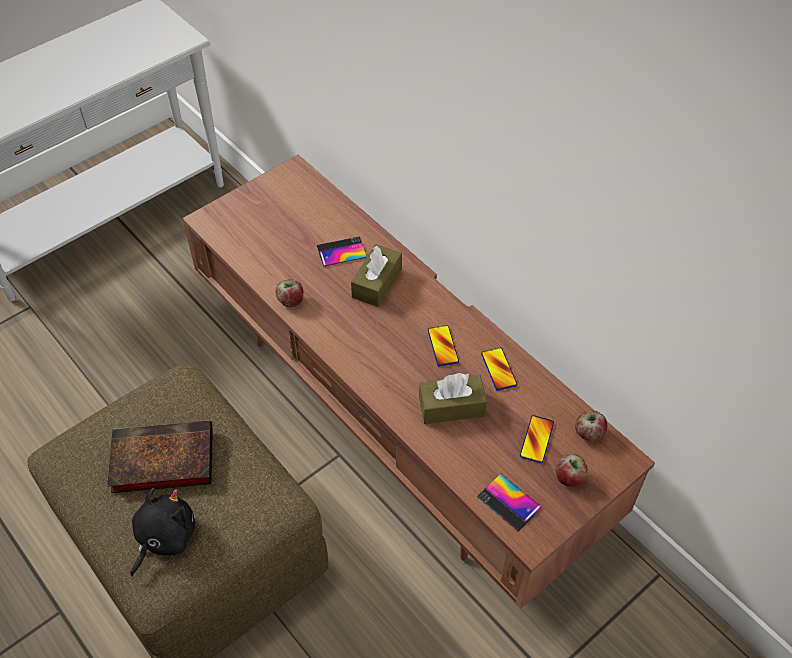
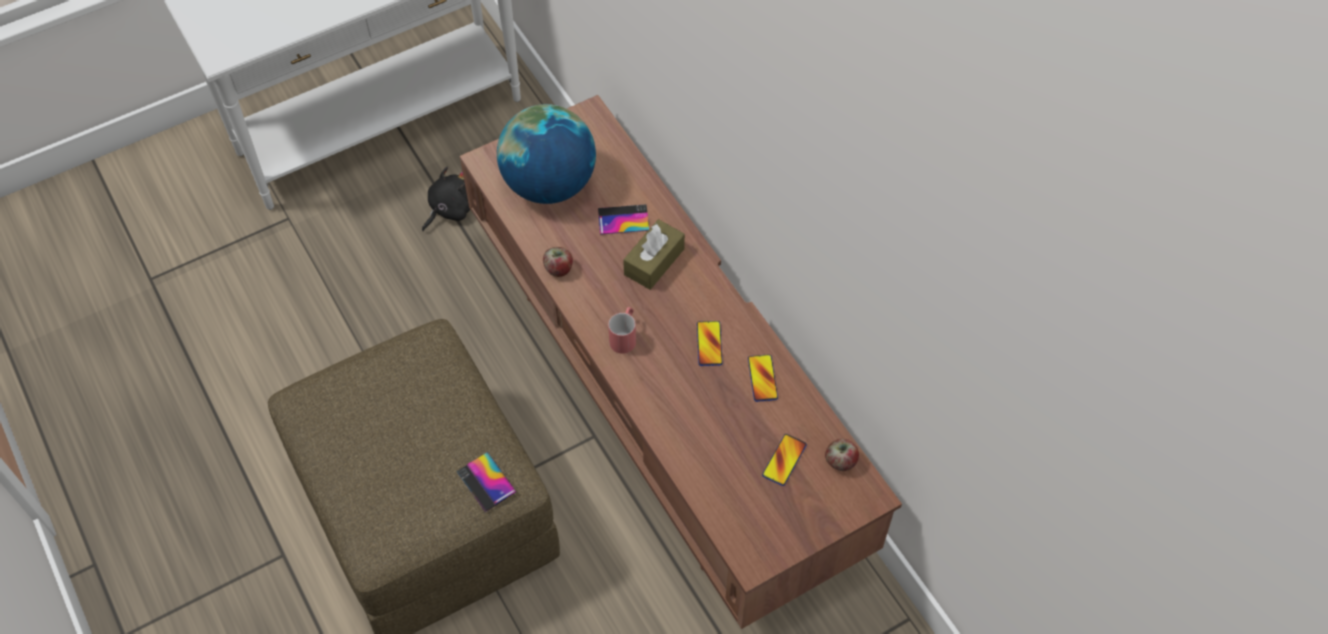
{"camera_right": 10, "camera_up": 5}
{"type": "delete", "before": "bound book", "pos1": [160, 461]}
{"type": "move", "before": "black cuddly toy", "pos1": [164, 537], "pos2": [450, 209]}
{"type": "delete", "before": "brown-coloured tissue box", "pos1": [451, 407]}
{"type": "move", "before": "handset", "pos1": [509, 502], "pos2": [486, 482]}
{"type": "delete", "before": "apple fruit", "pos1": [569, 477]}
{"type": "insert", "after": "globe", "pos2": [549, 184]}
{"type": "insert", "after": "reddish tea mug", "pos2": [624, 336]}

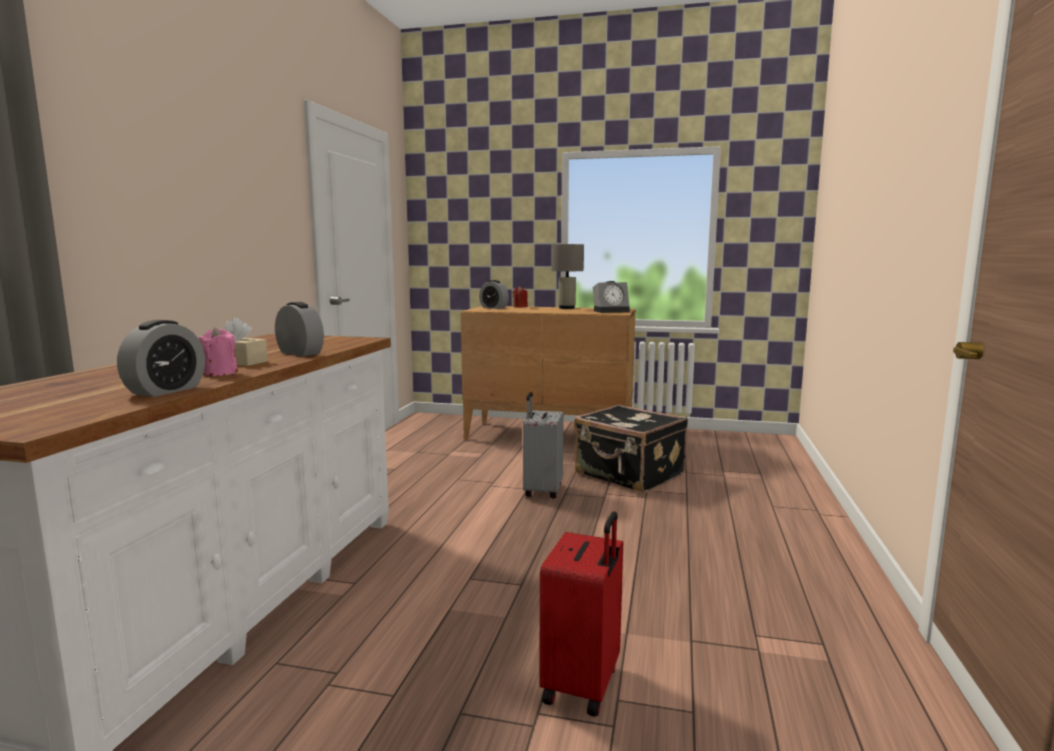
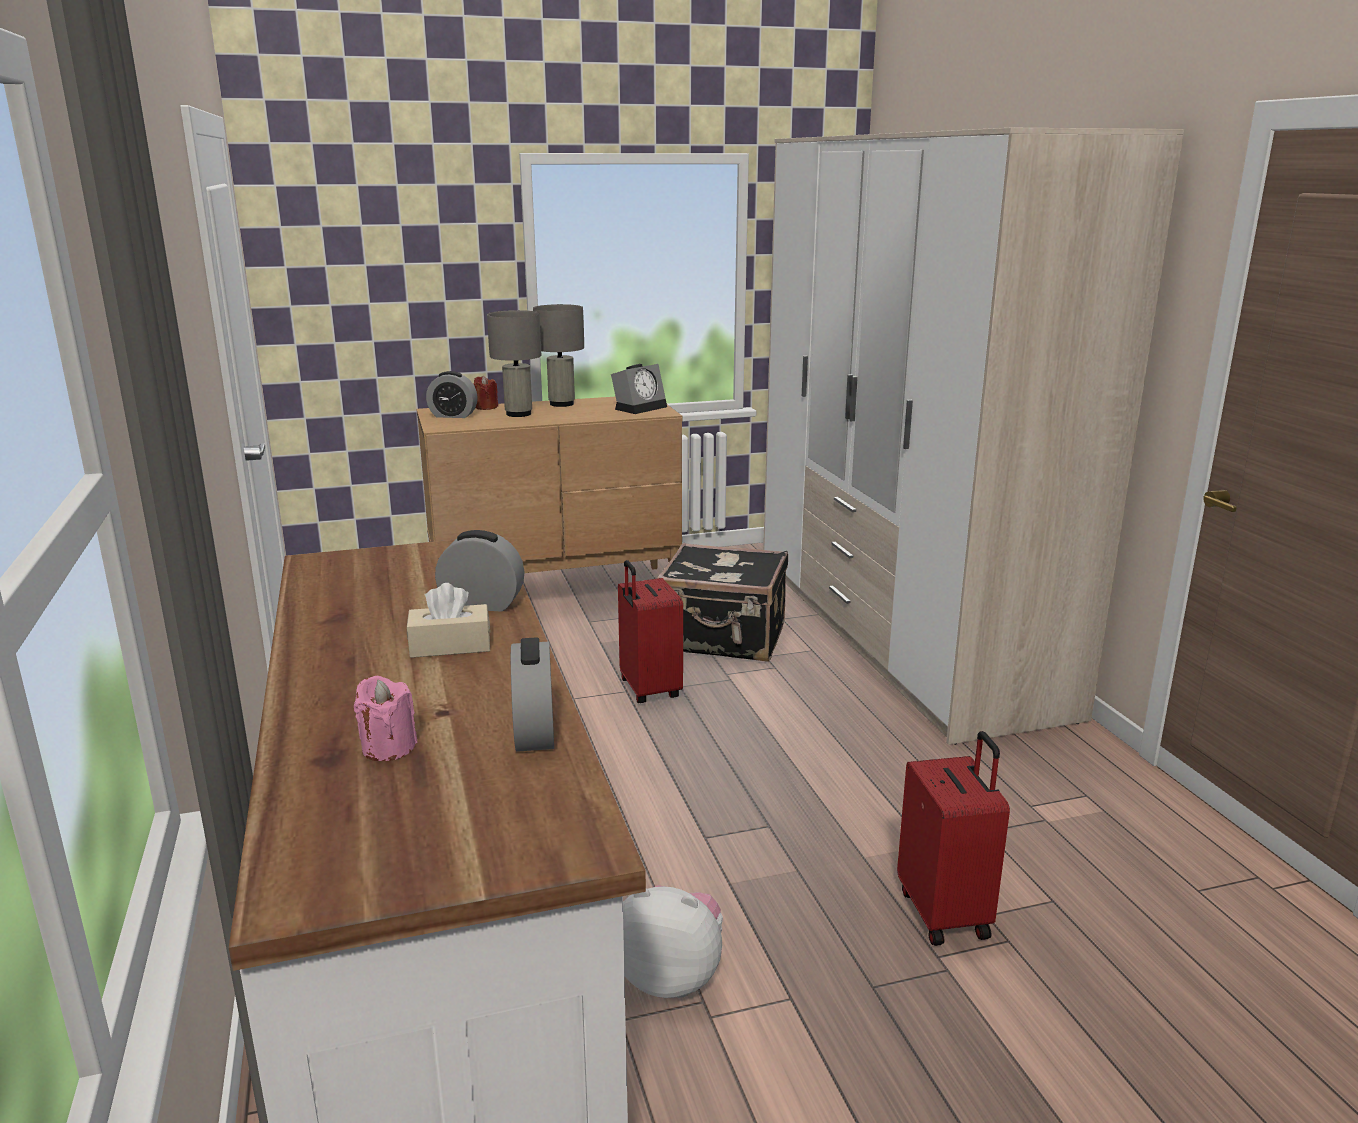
{"camera_right": -30, "camera_up": 10}
{"type": "move", "before": "pink-coloured wax light", "pos1": [220, 373], "pos2": [388, 747]}
{"type": "recolor", "before": "greyish piece of luggage", "after": "reddish piece of luggage", "pos1": [542, 491], "pos2": [648, 690]}
{"type": "insert", "after": "greyish lamp for a table", "pos2": [518, 414]}
{"type": "insert", "after": "cuddly toy", "pos2": [671, 977]}
{"type": "insert", "after": "wardrobe", "pos2": [899, 632]}

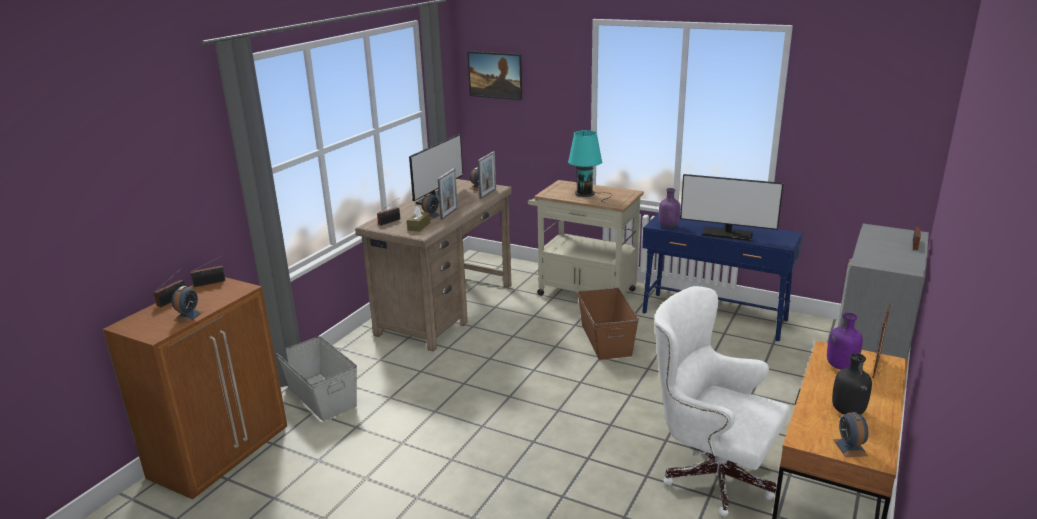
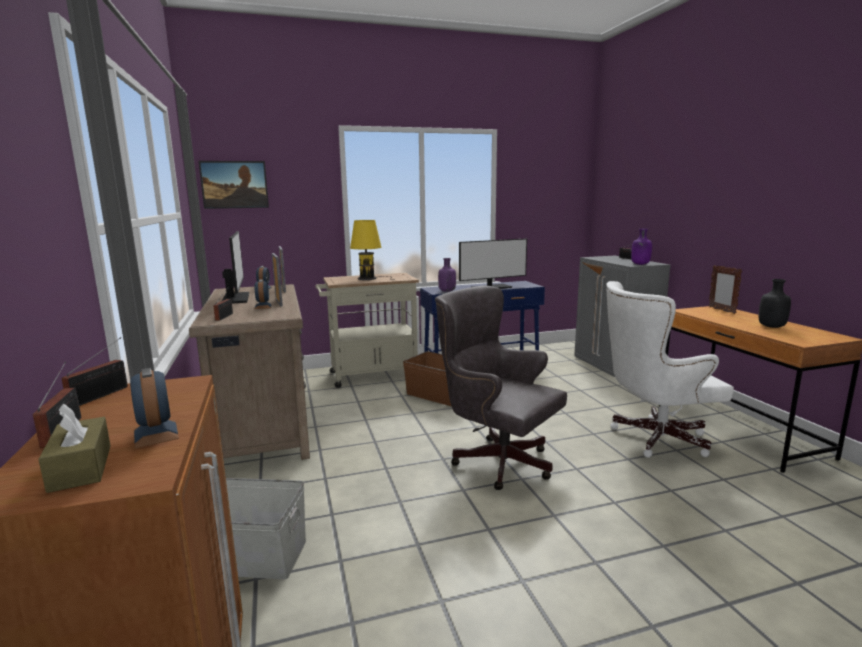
{"camera_right": -45, "camera_up": -10}
{"type": "move", "before": "brown-coloured tissue box", "pos1": [419, 226], "pos2": [81, 468]}
{"type": "recolor", "before": "turquoise lamp for a table", "after": "yellow-coloured lamp for a table", "pos1": [587, 194], "pos2": [369, 278]}
{"type": "move", "before": "purple-coloured drink bottle", "pos1": [840, 366], "pos2": [640, 264]}
{"type": "delete", "before": "bedside clock", "pos1": [850, 447]}
{"type": "insert", "after": "greyish office chair", "pos2": [497, 461]}

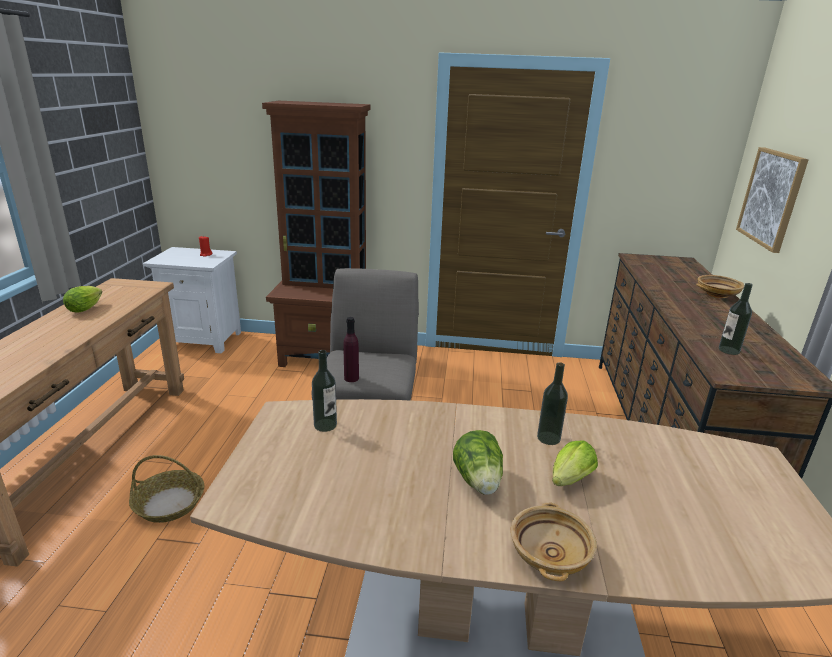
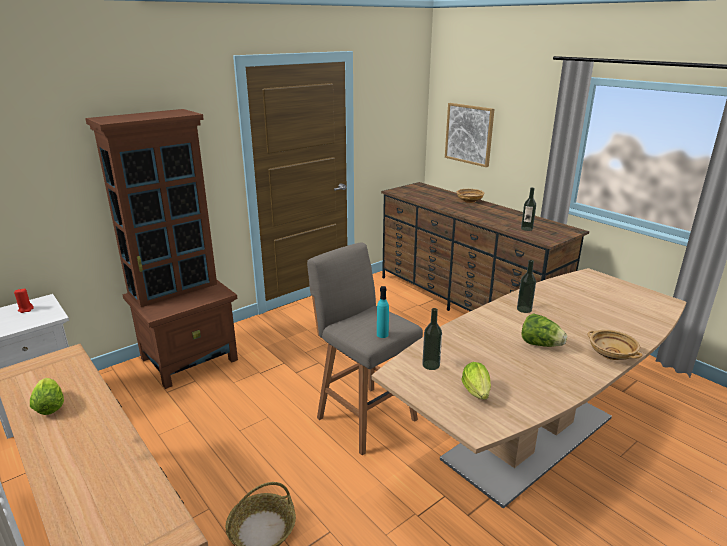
{"camera_right": -45, "camera_up": 0}
{"type": "recolor", "before": "purple-coloured drink bottle", "after": "turquoise drink bottle", "pos1": [351, 378], "pos2": [382, 334]}
{"type": "move", "before": "head of lettuce", "pos1": [568, 481], "pos2": [477, 394]}

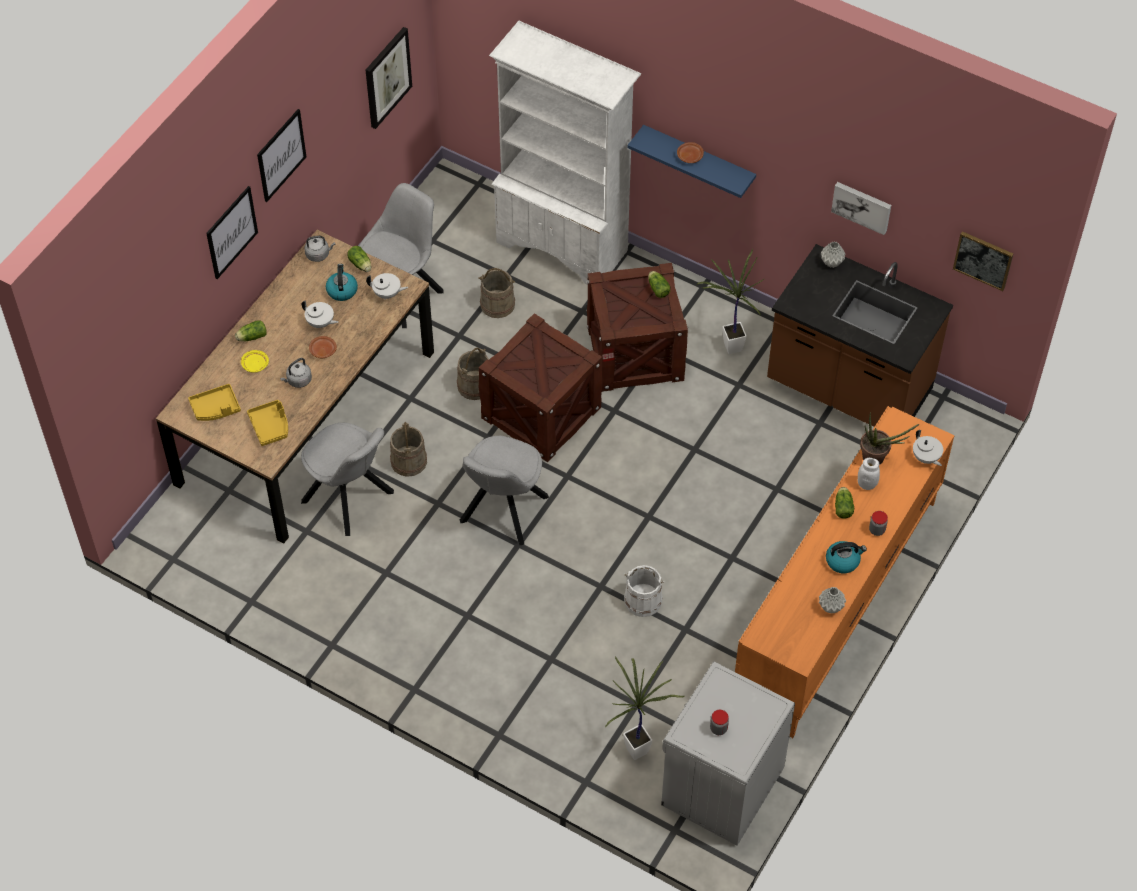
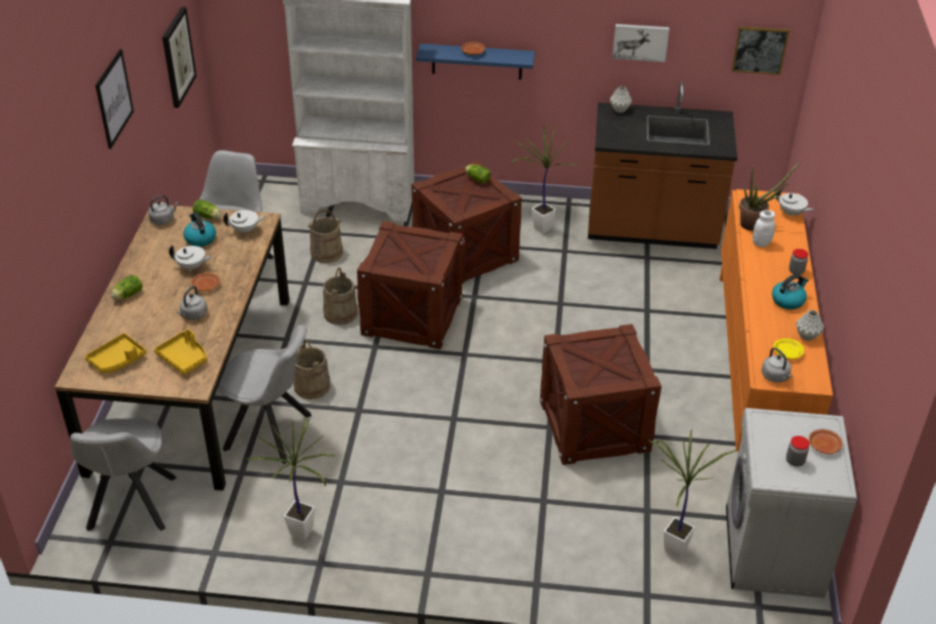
{"camera_right": -25, "camera_up": -15}
{"type": "delete", "before": "wall picture", "pos1": [231, 232]}
{"type": "move", "before": "yellow-coloured dinner plate", "pos1": [254, 364], "pos2": [787, 353]}
{"type": "move", "before": "greyish chair", "pos1": [503, 511], "pos2": [131, 505]}
{"type": "replace", "before": "white-coloured bucket", "after": "shipping crate", "pos1": [643, 600], "pos2": [594, 426]}
{"type": "delete", "before": "head of lettuce", "pos1": [843, 506]}
{"type": "insert", "after": "plant in a pot", "pos2": [304, 536]}
{"type": "insert", "after": "greyish kettle", "pos2": [775, 377]}
{"type": "insert", "after": "brown-coloured dinner plate", "pos2": [824, 445]}

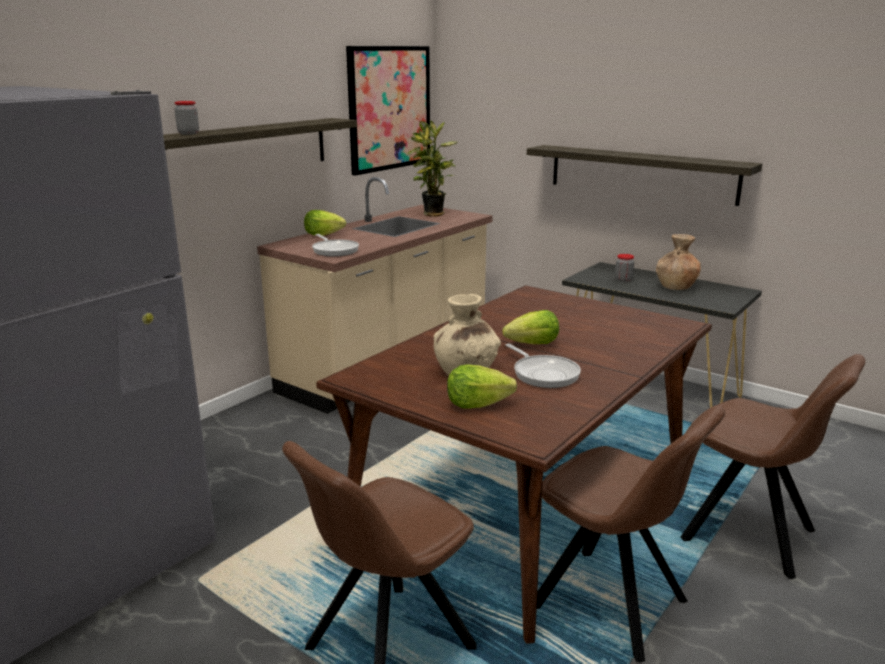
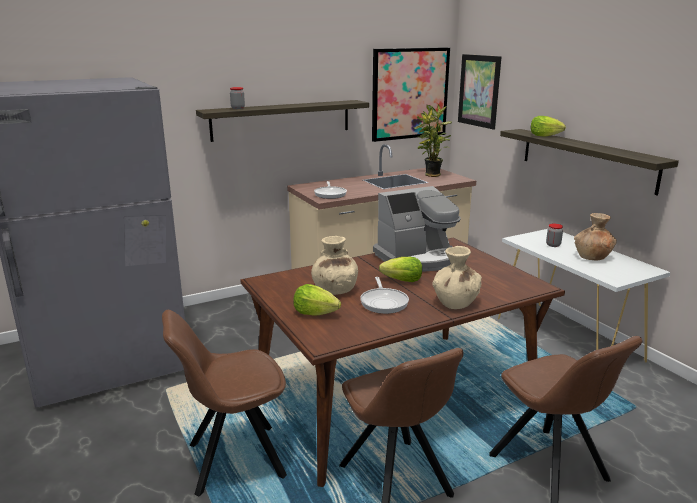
{"camera_right": 25, "camera_up": 0}
{"type": "move", "before": "head of lettuce", "pos1": [323, 235], "pos2": [544, 136]}
{"type": "recolor", "before": "black hall table", "after": "white-coloured hall table", "pos1": [649, 389], "pos2": [567, 339]}
{"type": "insert", "after": "coffee brewer", "pos2": [418, 258]}
{"type": "insert", "after": "sand-coloured vase", "pos2": [455, 303]}
{"type": "insert", "after": "wall picture", "pos2": [479, 91]}

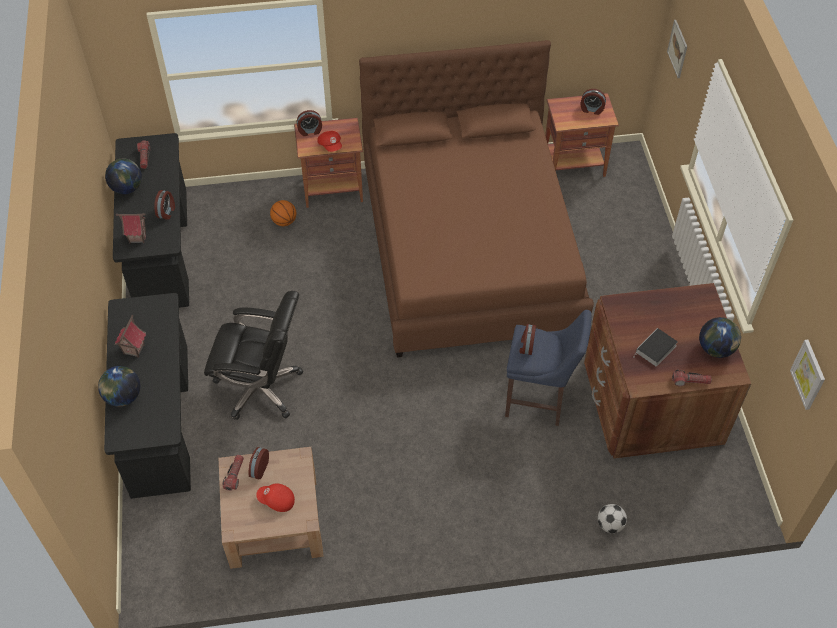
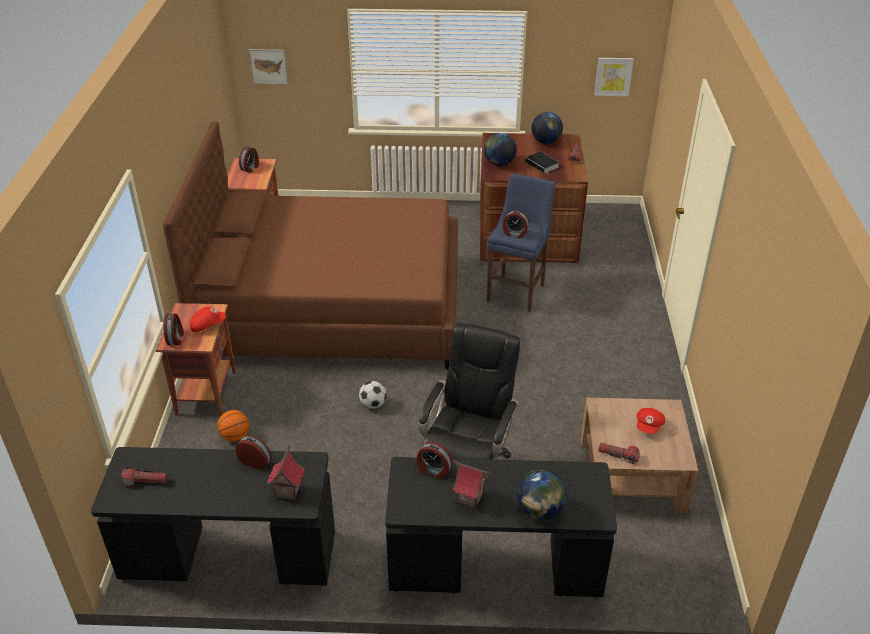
{"camera_right": -80, "camera_up": -15}
{"type": "move", "before": "globe", "pos1": [127, 188], "pos2": [499, 163]}
{"type": "move", "before": "bedside clock", "pos1": [258, 468], "pos2": [433, 470]}
{"type": "move", "before": "ball for football", "pos1": [610, 525], "pos2": [373, 404]}

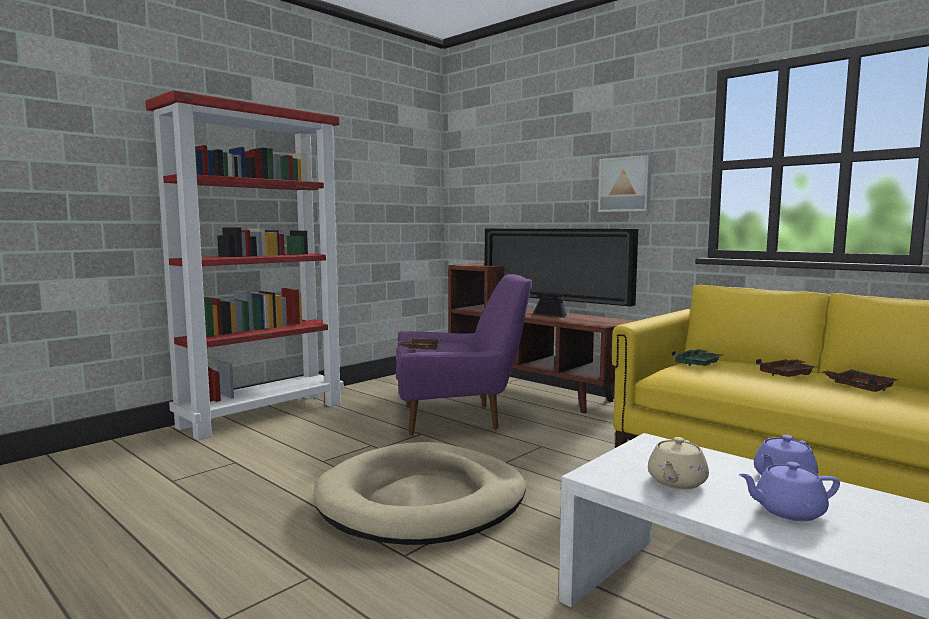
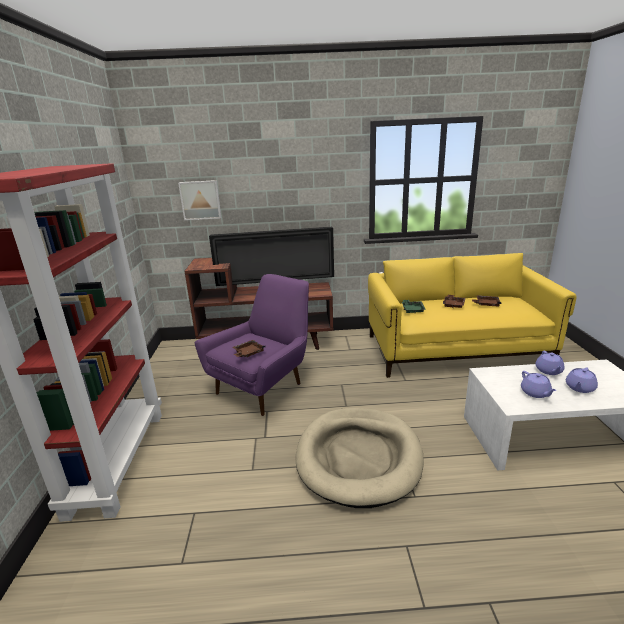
{"camera_right": -45, "camera_up": 15}
{"type": "move", "before": "wall picture", "pos1": [625, 184], "pos2": [200, 200]}
{"type": "recolor", "before": "sand-coloured pot for tea", "after": "purple-coloured pot for tea", "pos1": [676, 482], "pos2": [535, 393]}

